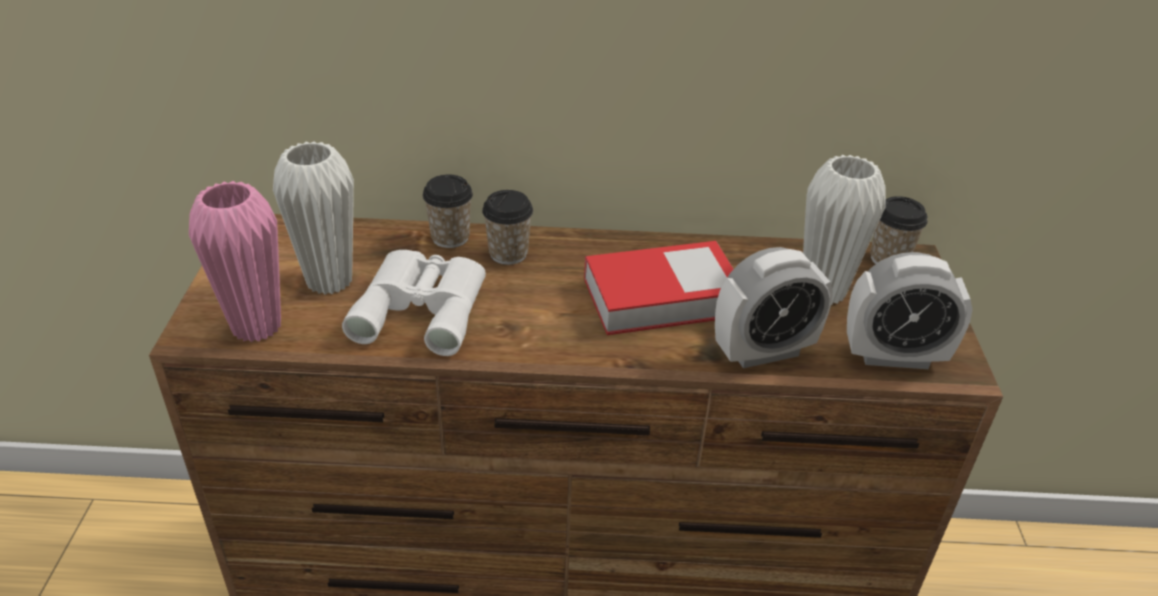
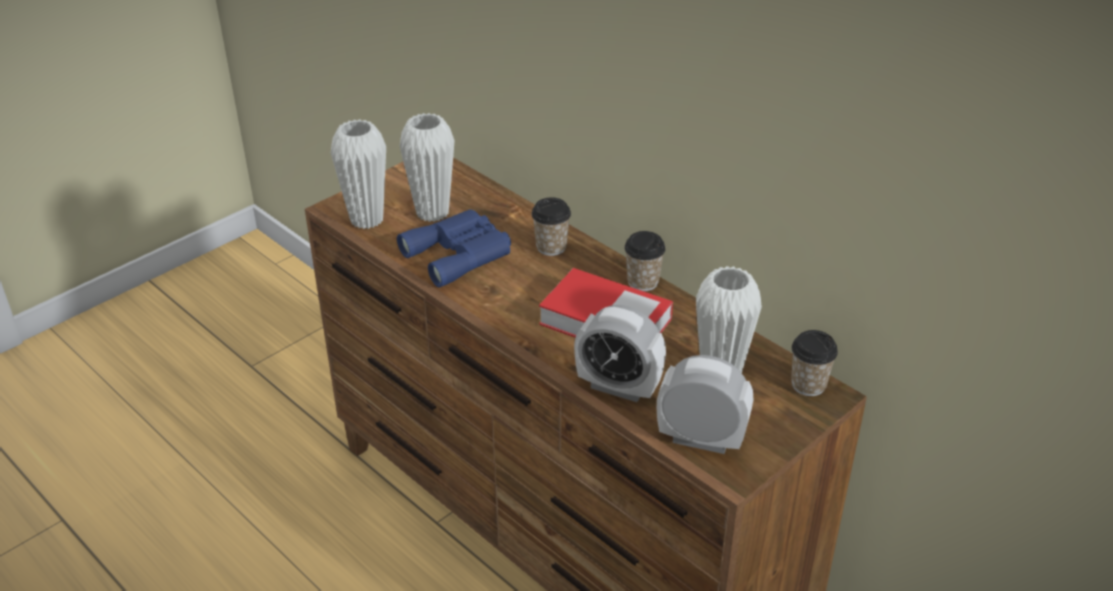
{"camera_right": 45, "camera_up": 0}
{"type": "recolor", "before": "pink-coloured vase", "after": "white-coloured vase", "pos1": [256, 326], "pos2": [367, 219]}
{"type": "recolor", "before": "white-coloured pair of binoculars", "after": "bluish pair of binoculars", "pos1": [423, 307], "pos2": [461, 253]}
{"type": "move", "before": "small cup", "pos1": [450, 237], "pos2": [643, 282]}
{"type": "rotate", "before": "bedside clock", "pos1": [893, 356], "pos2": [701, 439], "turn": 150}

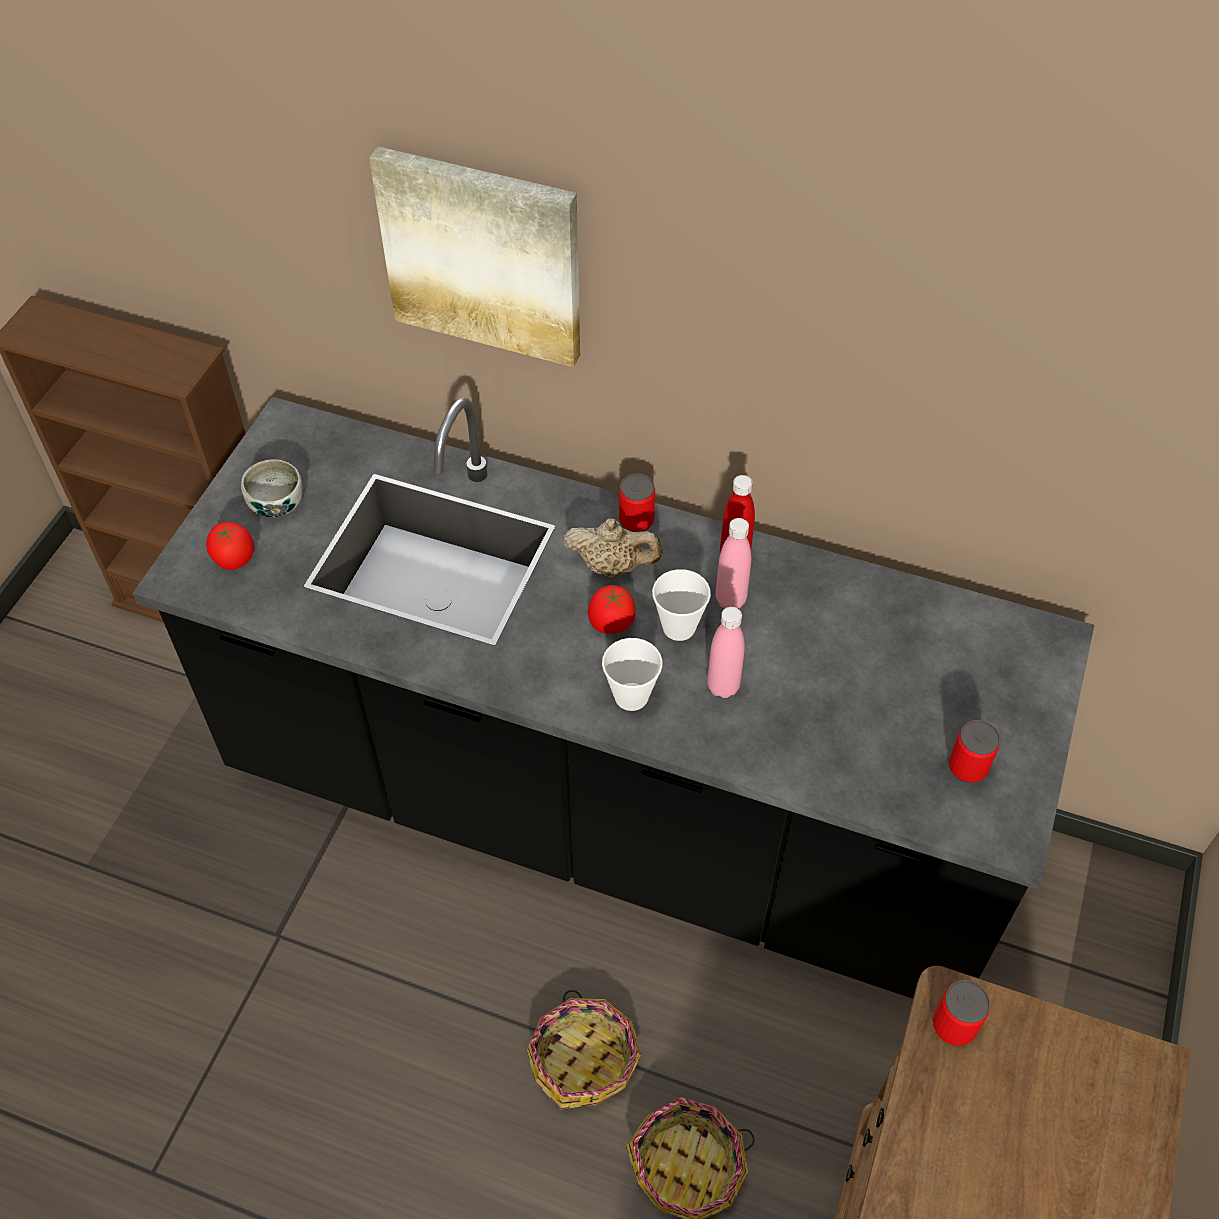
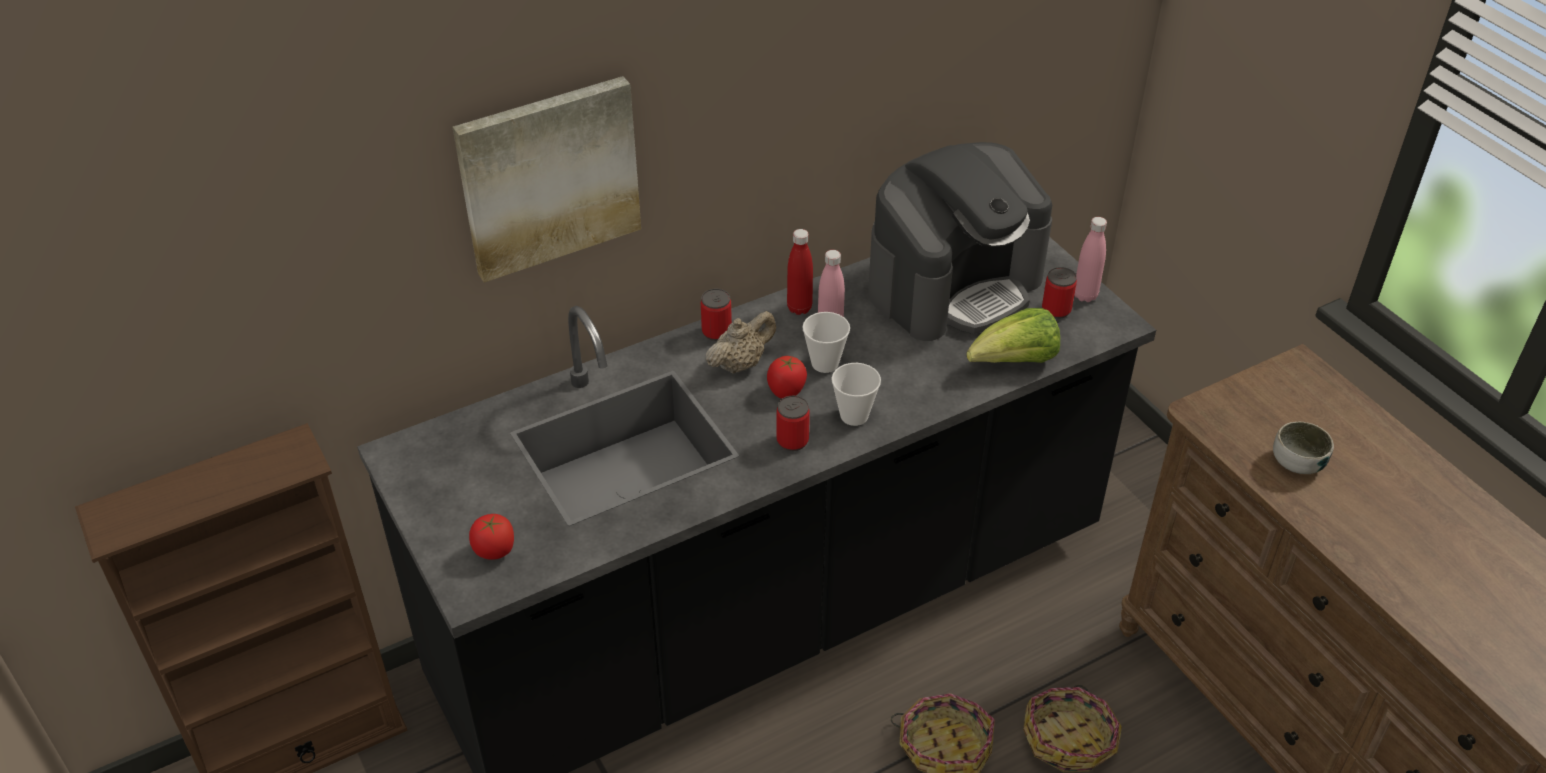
{"camera_right": -50, "camera_up": -10}
{"type": "move", "before": "deep dish", "pos1": [276, 503], "pos2": [1297, 462]}
{"type": "move", "before": "pink-coloured drink bottle", "pos1": [723, 686], "pos2": [1085, 295]}
{"type": "move", "before": "can", "pos1": [954, 1025], "pos2": [792, 441]}
{"type": "insert", "after": "coffee brewer", "pos2": [954, 285]}
{"type": "insert", "after": "head of lettuce", "pos2": [1014, 362]}

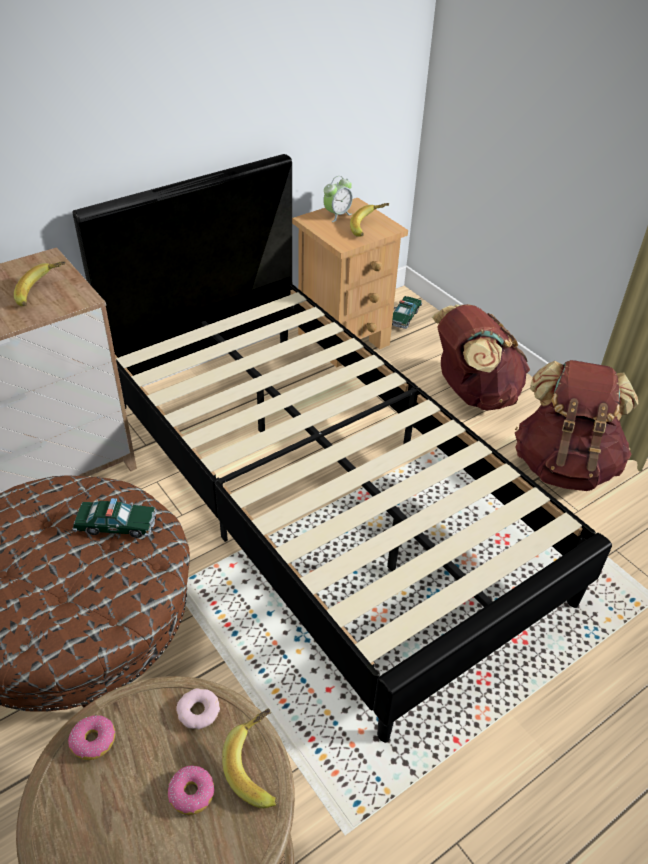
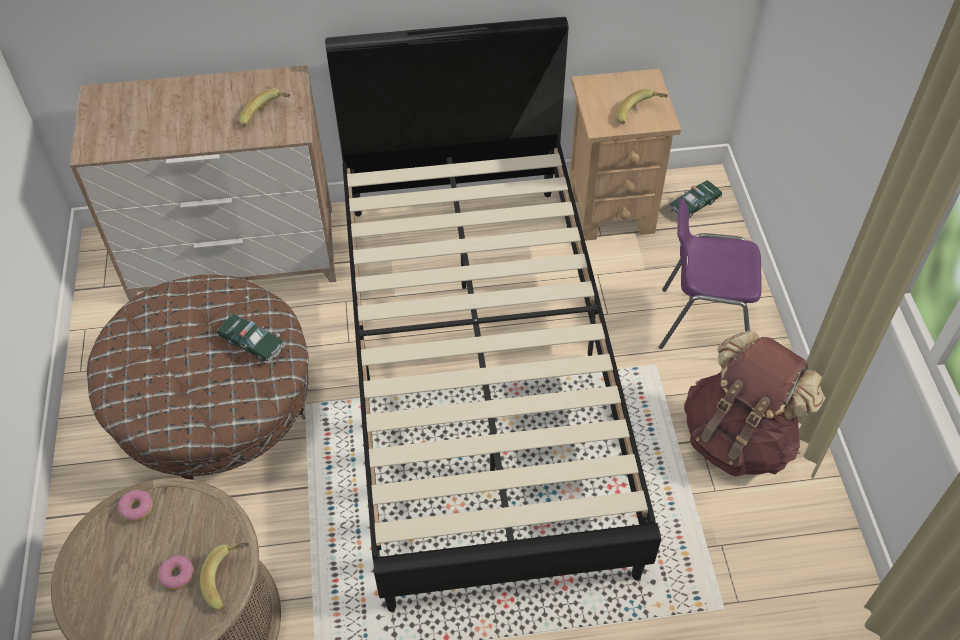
{"camera_right": 30, "camera_up": 10}
{"type": "delete", "before": "ring doughnut", "pos1": [198, 711]}
{"type": "delete", "before": "bedside clock", "pos1": [337, 215]}
{"type": "replace", "before": "brown-coloured backpack", "after": "purple-coloured chair", "pos1": [473, 394], "pos2": [702, 322]}

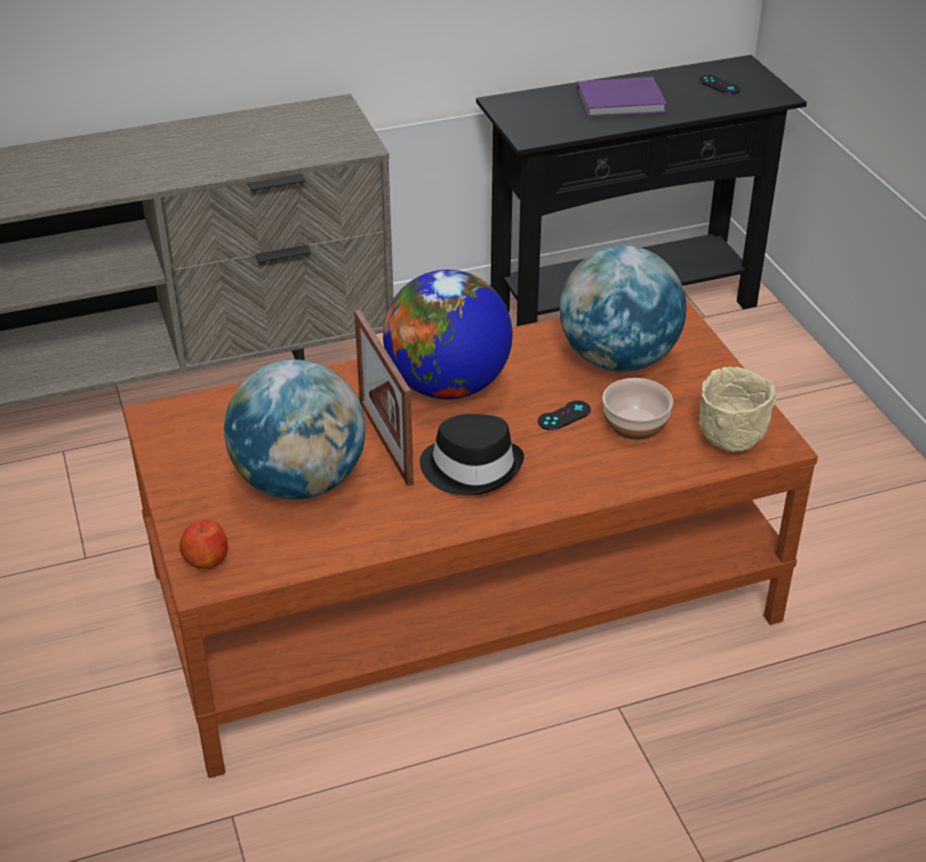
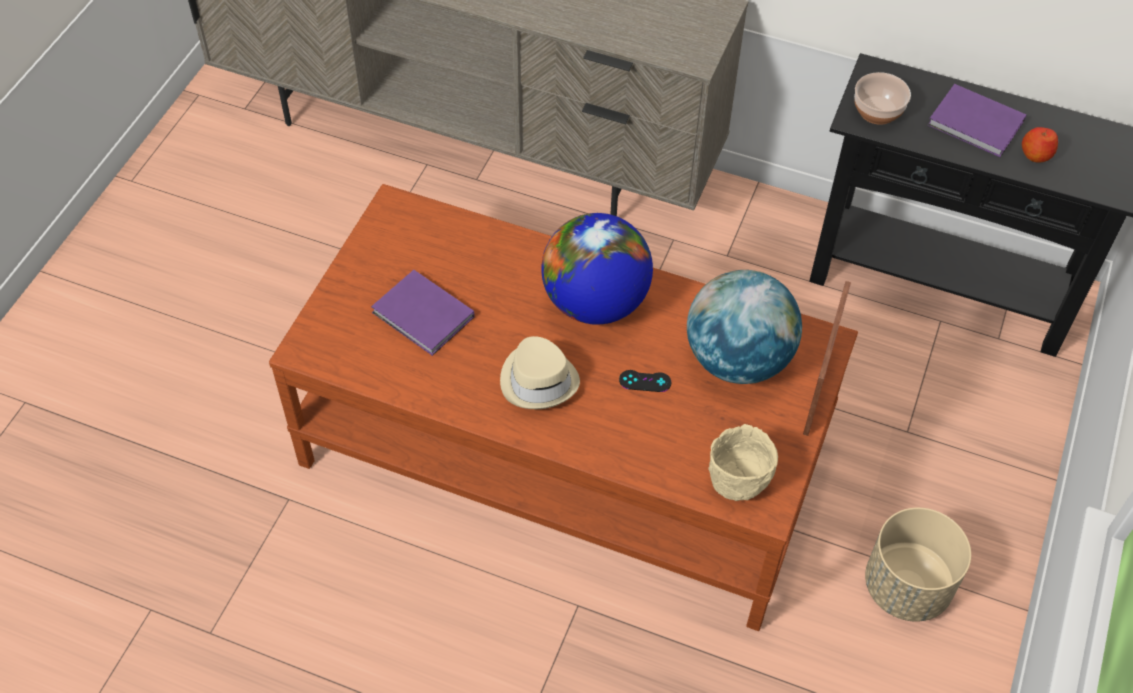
{"camera_right": 40, "camera_up": 15}
{"type": "move", "before": "apple fruit", "pos1": [206, 559], "pos2": [1035, 154]}
{"type": "replace", "before": "globe", "after": "purple-coloured bound book", "pos1": [300, 483], "pos2": [424, 317]}
{"type": "move", "before": "standing frame", "pos1": [385, 442], "pos2": [818, 387]}
{"type": "recolor", "before": "black clothing hat", "after": "sand-coloured clothing hat", "pos1": [472, 467], "pos2": [539, 380]}
{"type": "move", "before": "deep dish", "pos1": [634, 425], "pos2": [877, 110]}
{"type": "delete", "before": "black joypad", "pos1": [719, 85]}
{"type": "insert", "after": "sand-coloured plant pot", "pos2": [907, 587]}

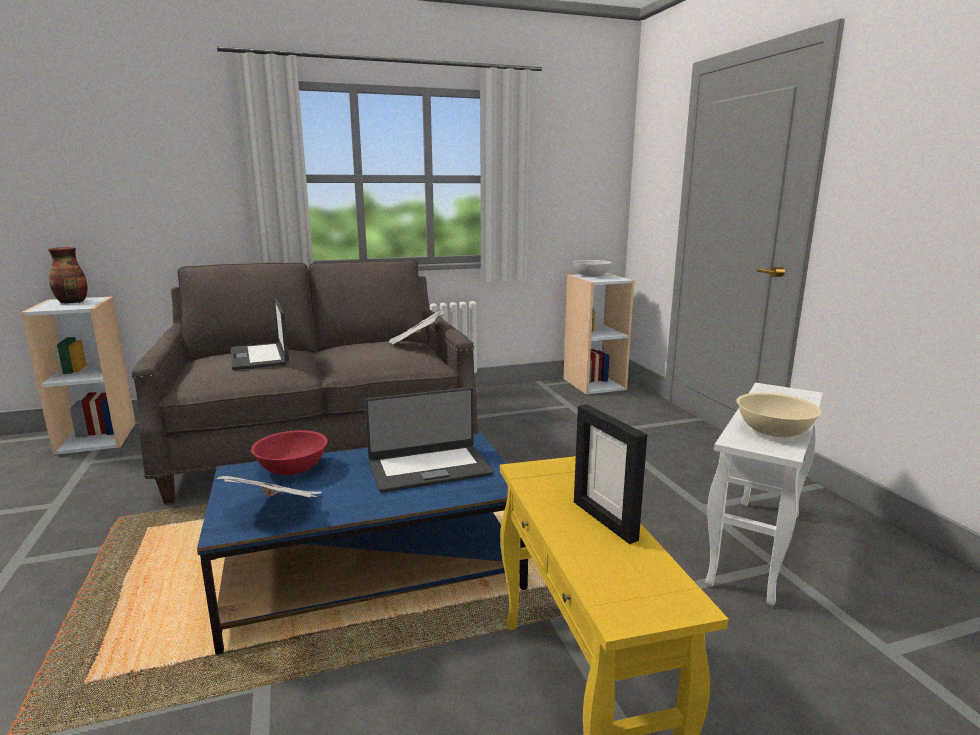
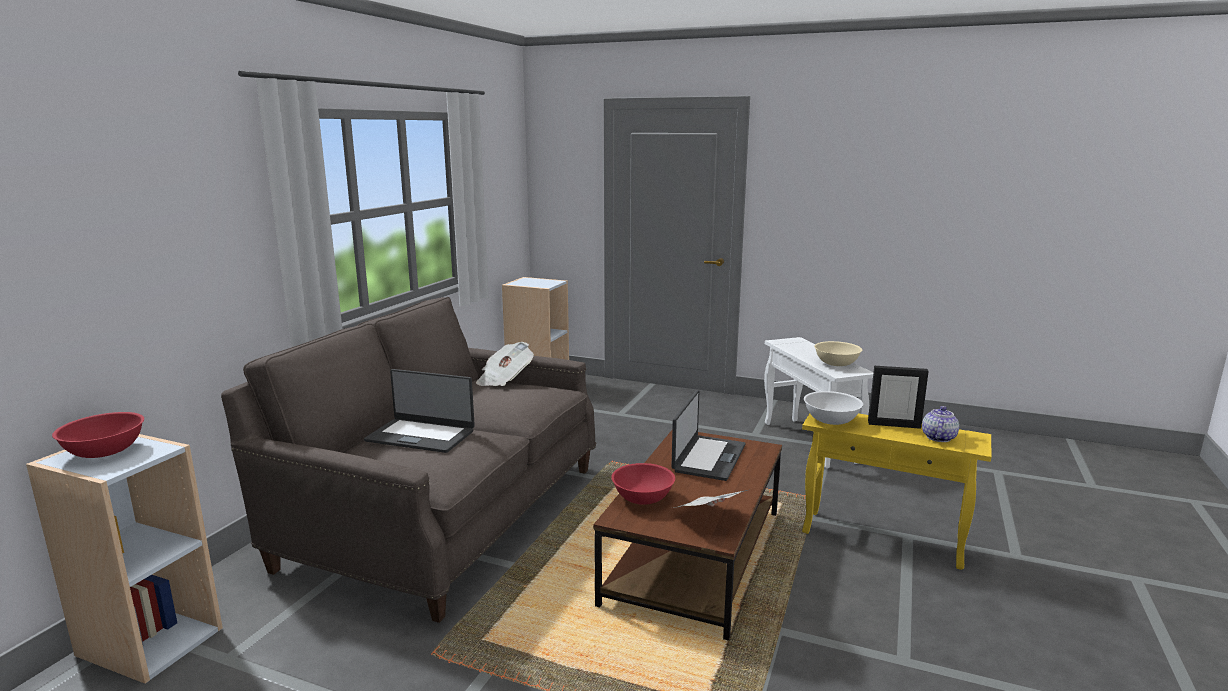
{"camera_right": -50, "camera_up": 0}
{"type": "replace", "before": "vase", "after": "reddish deep dish", "pos1": [72, 302], "pos2": [105, 451]}
{"type": "recolor", "before": "bluish coffee table", "after": "brown-coloured coffee table", "pos1": [374, 571], "pos2": [695, 555]}
{"type": "move", "before": "white-coloured deep dish", "pos1": [591, 276], "pos2": [830, 420]}
{"type": "insert", "after": "pot for tea", "pos2": [938, 437]}

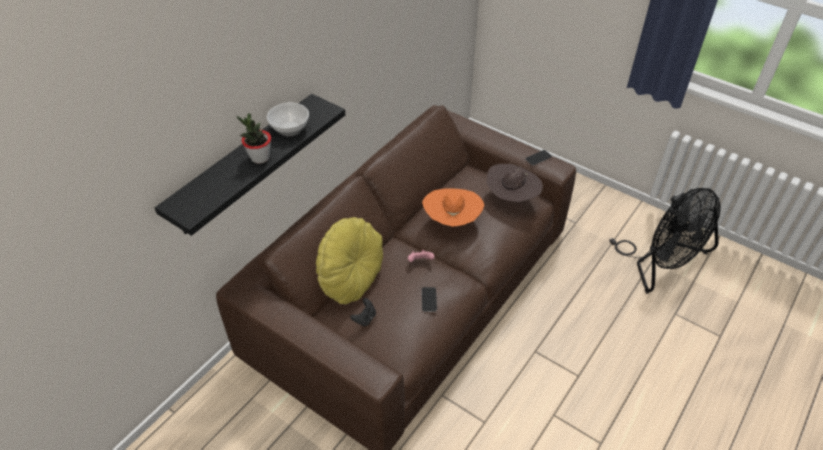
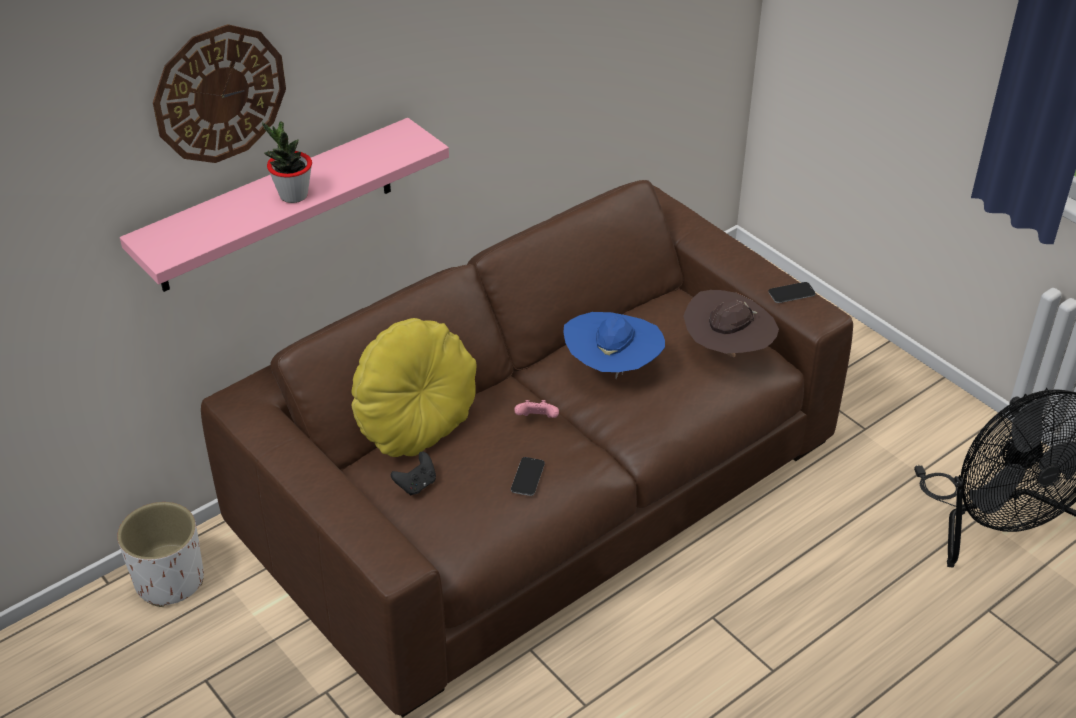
{"camera_right": 15, "camera_up": -5}
{"type": "recolor", "before": "black wall shelf", "after": "pink-coloured wall shelf", "pos1": [244, 165], "pos2": [276, 206]}
{"type": "delete", "before": "deep dish", "pos1": [290, 128]}
{"type": "recolor", "before": "orange clothing hat", "after": "bluish clothing hat", "pos1": [452, 221], "pos2": [612, 368]}
{"type": "insert", "after": "white-coloured plant pot", "pos2": [170, 580]}
{"type": "insert", "after": "wall clock", "pos2": [219, 94]}

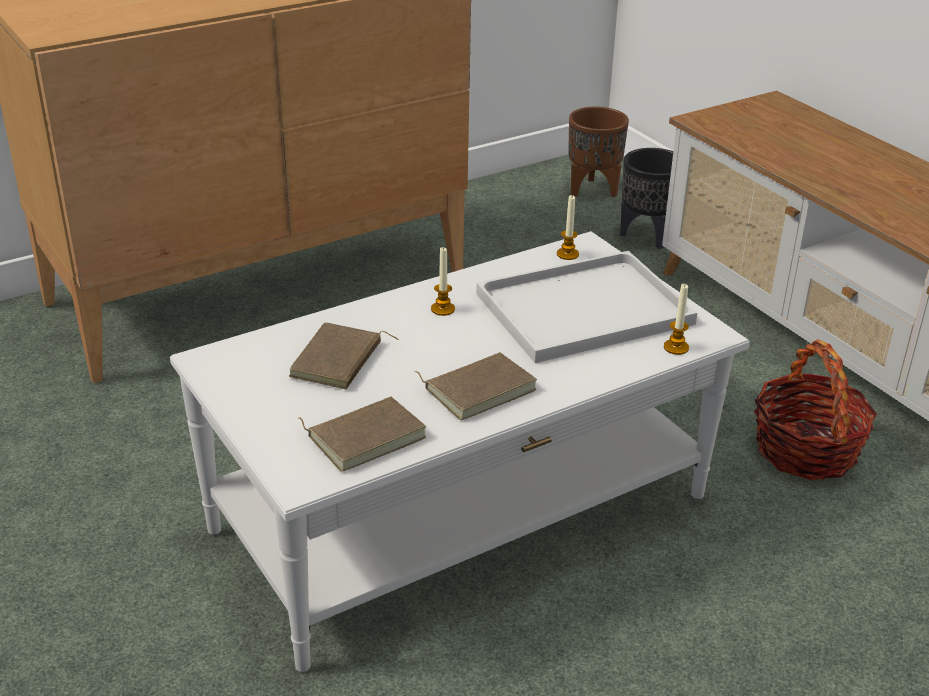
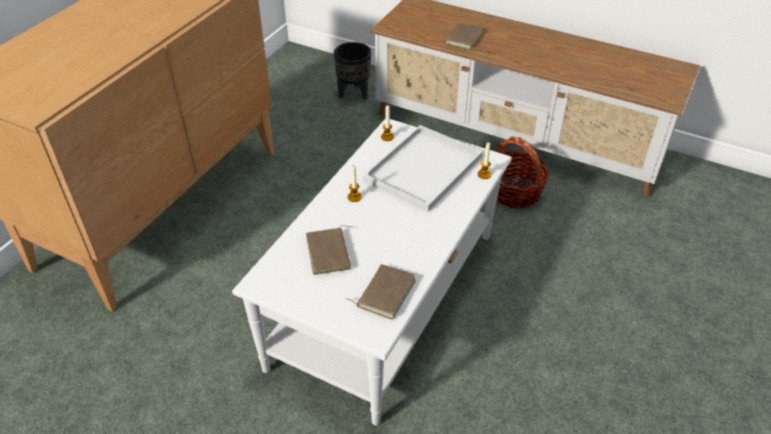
{"camera_right": -30, "camera_up": 10}
{"type": "move", "before": "brown-coloured bound book", "pos1": [479, 388], "pos2": [462, 38]}
{"type": "delete", "before": "brown-coloured plant pot", "pos1": [592, 190]}

